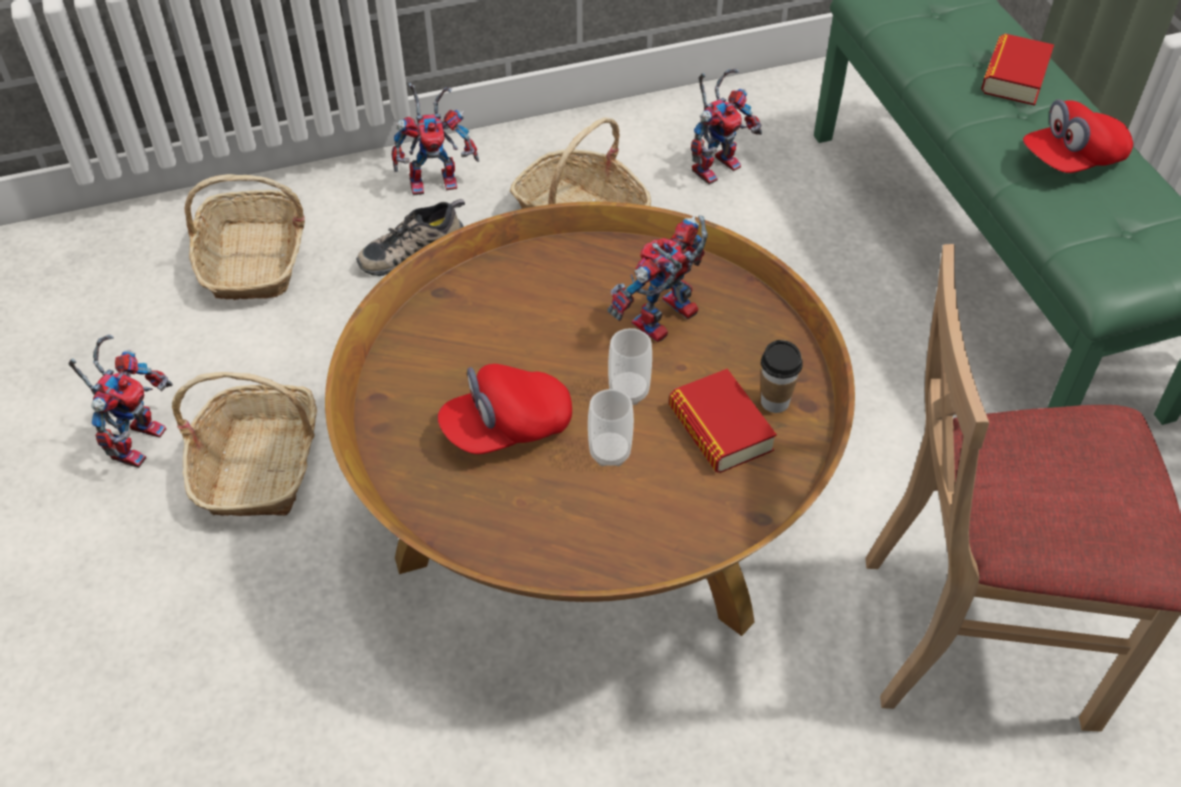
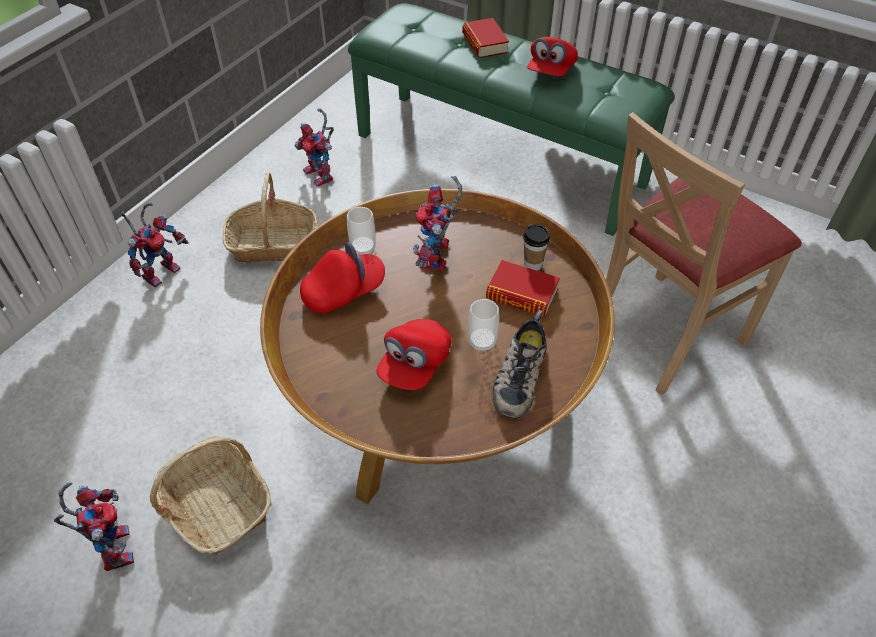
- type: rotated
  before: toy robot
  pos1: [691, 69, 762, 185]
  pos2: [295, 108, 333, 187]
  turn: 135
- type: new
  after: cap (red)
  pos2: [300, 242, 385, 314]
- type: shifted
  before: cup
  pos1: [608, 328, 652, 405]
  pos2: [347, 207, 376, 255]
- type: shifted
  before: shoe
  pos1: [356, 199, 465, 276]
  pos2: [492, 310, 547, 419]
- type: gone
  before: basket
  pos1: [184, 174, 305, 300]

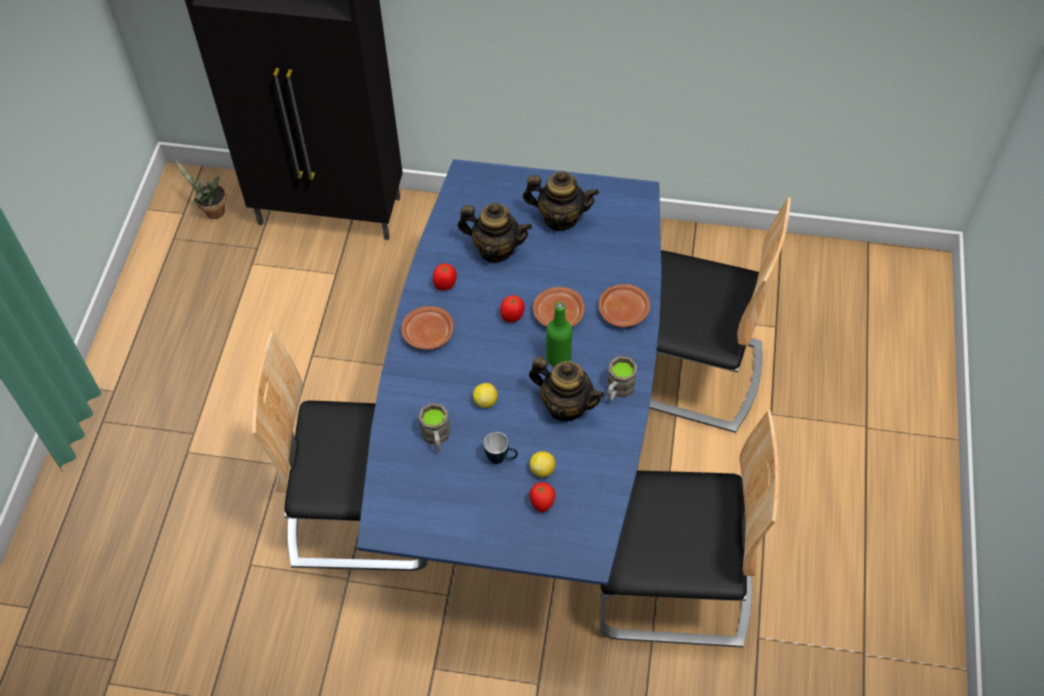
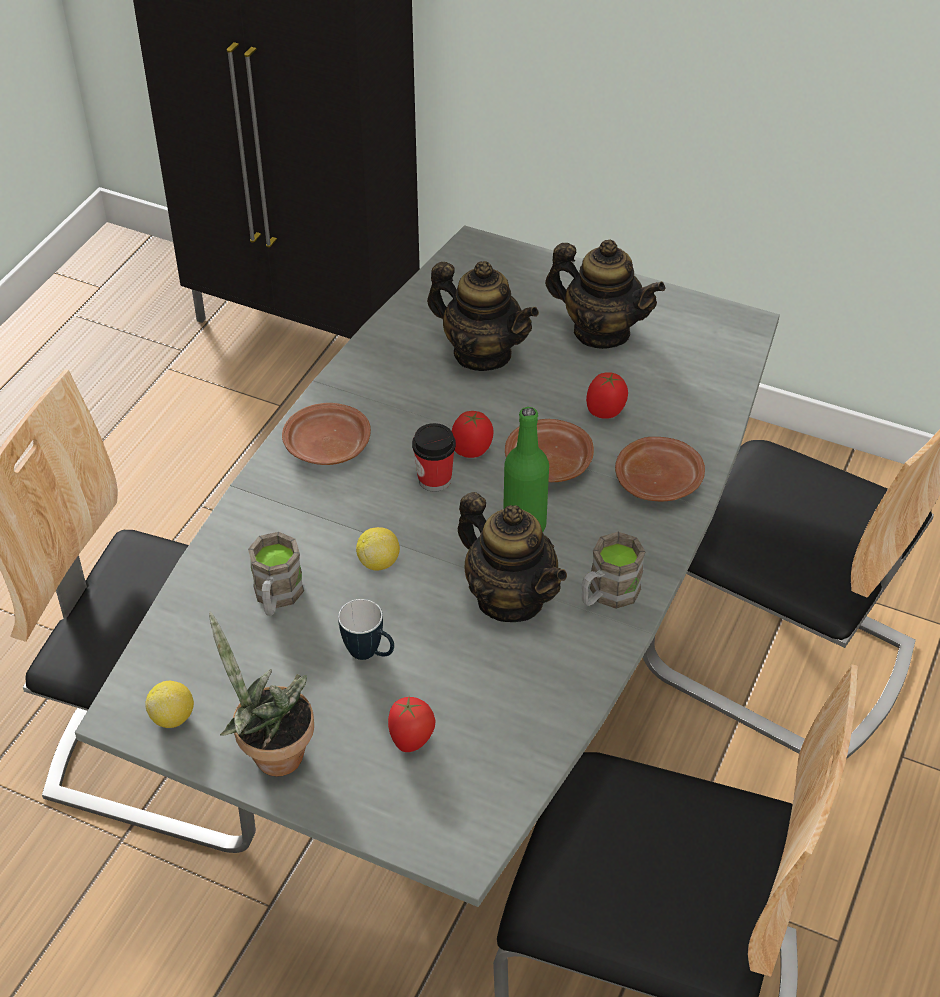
- type: repainted
  before: dining table (blue)
  after: dining table (grey)
  pos1: [357, 159, 662, 586]
  pos2: [75, 225, 780, 907]
- type: shifted
  before: lemon
  pos1: [529, 451, 555, 477]
  pos2: [145, 681, 194, 728]
- type: shifted
  before: potted plant
  pos1: [175, 160, 227, 219]
  pos2: [209, 612, 314, 777]
- type: new
  after: cup
  pos2: [412, 423, 456, 492]
- type: shifted
  before: tomato
  pos1: [433, 264, 457, 290]
  pos2: [586, 372, 628, 419]

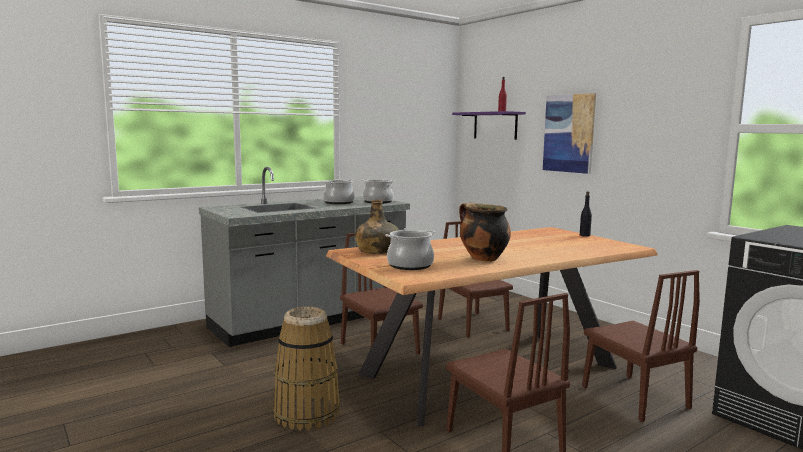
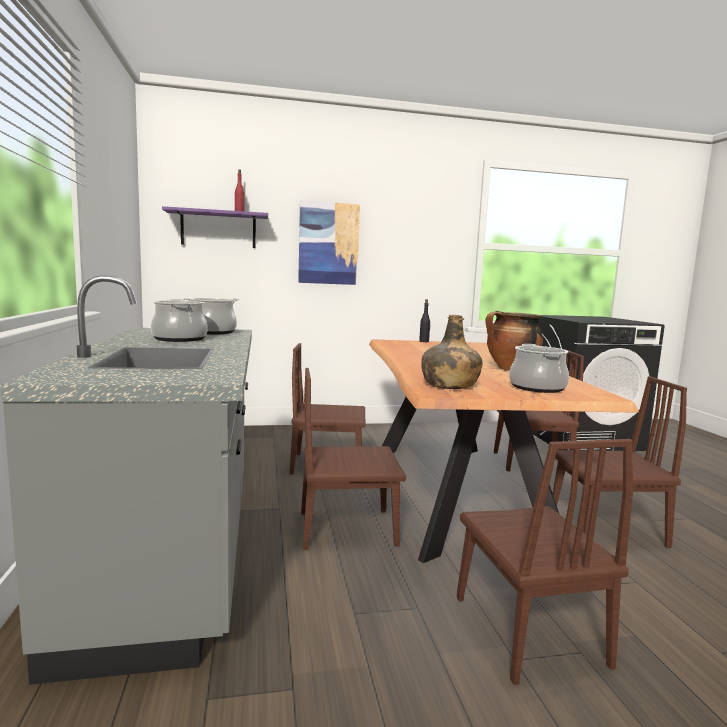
- type: swapped
  before: basket
  after: chair (brown)
  pos1: [273, 307, 340, 431]
  pos2: [457, 439, 633, 685]

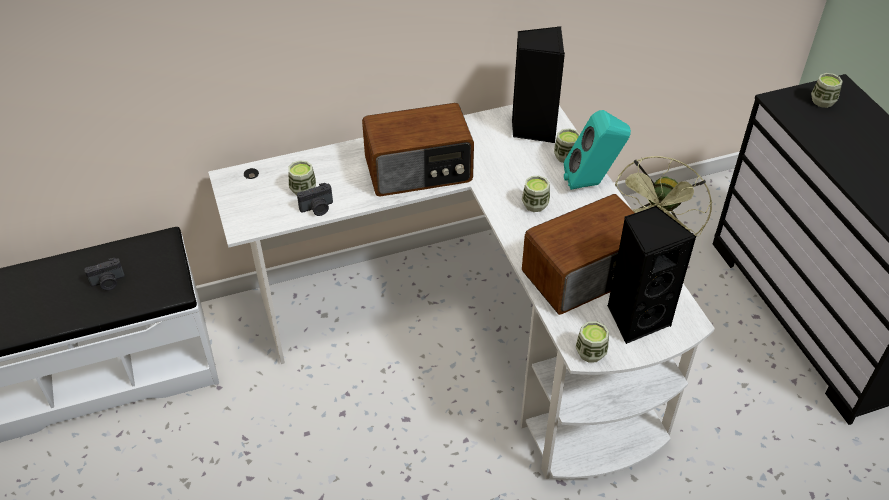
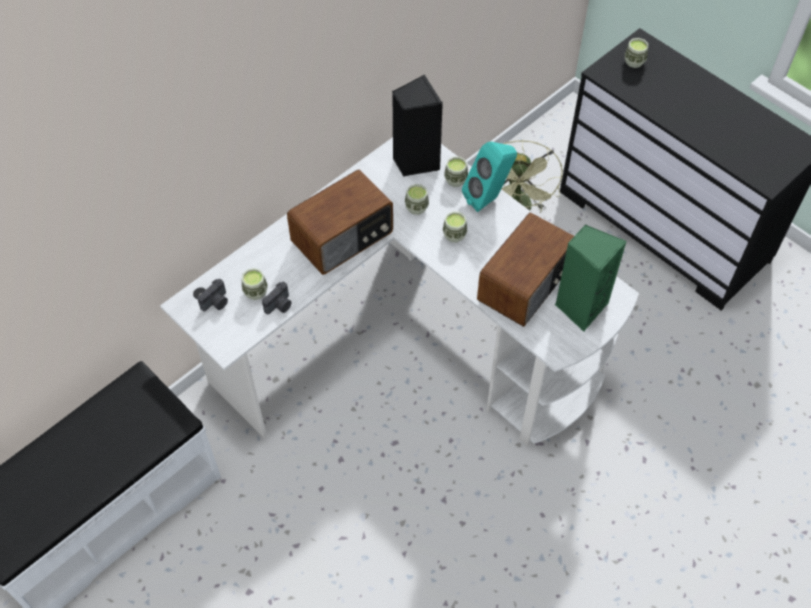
- type: shifted
  before: photo camera
  pos1: [84, 258, 125, 290]
  pos2: [197, 279, 228, 311]
- type: shifted
  before: cup
  pos1: [575, 321, 609, 363]
  pos2: [405, 184, 429, 215]
- type: repainted
  before: speaker (black)
  after: speaker (green)
  pos1: [607, 206, 696, 344]
  pos2: [555, 225, 627, 332]

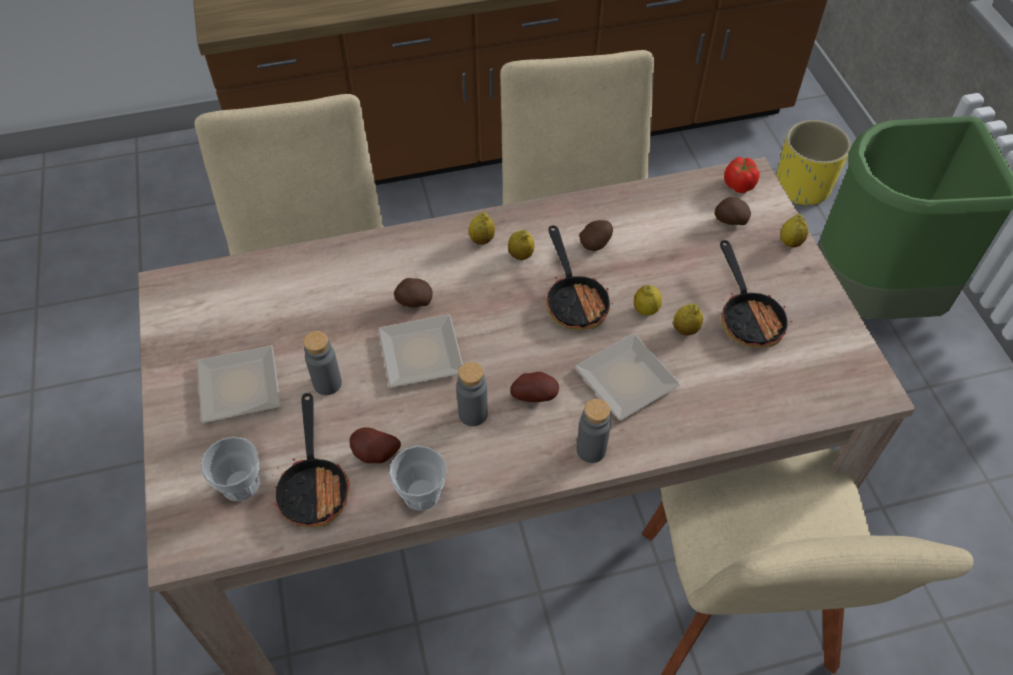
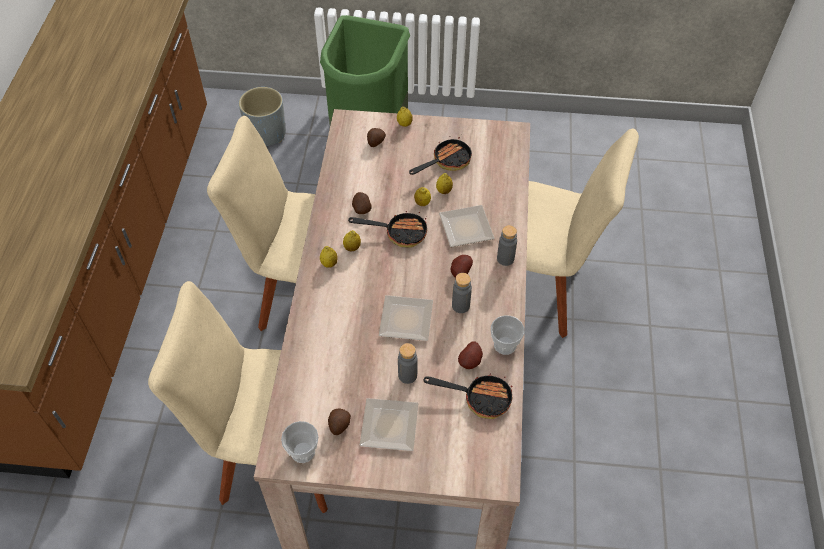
- type: repainted
  before: planter (yellow)
  after: planter (grey)
  pos1: [776, 120, 851, 206]
  pos2: [239, 87, 286, 146]
- type: shifted
  before: cup
  pos1: [201, 437, 259, 501]
  pos2: [281, 421, 318, 463]
- type: shifted
  before: potato
  pos1: [394, 278, 433, 308]
  pos2: [328, 409, 351, 435]
- type: rotated
  before: frying pan
  pos1: [720, 240, 792, 347]
  pos2: [409, 136, 472, 175]
  turn: -45
- type: gone
  before: tomato
  pos1: [724, 157, 760, 193]

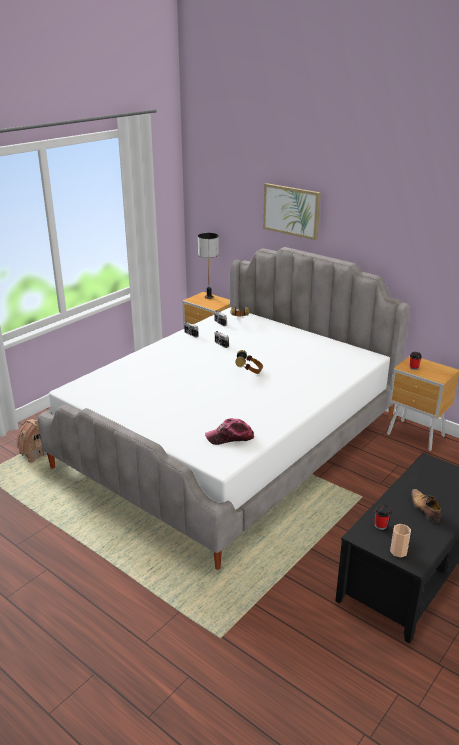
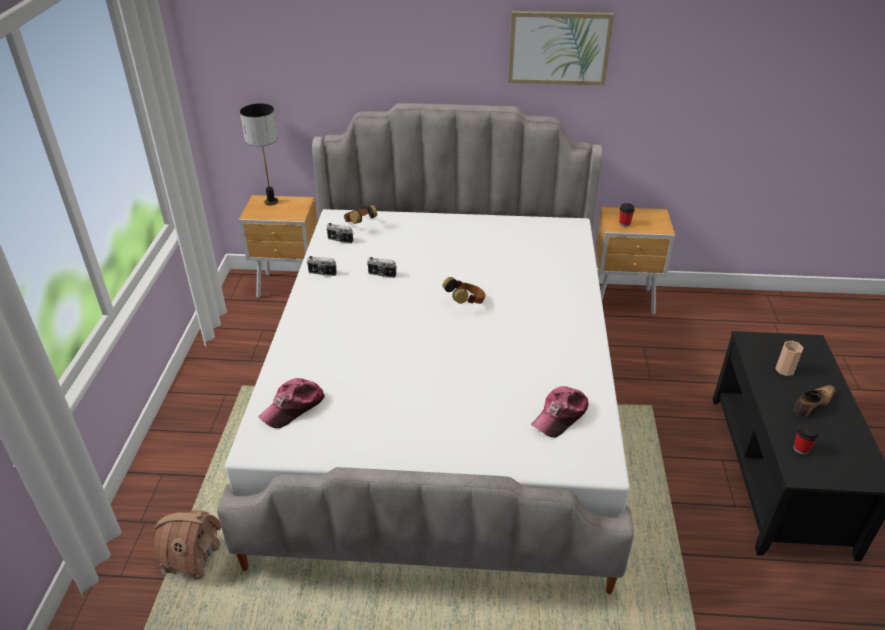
- type: new
  after: cap
  pos2: [258, 378, 325, 428]
- type: shifted
  before: picture
  pos1: [263, 183, 321, 240]
  pos2: [508, 11, 614, 85]
- type: shifted
  before: cup
  pos1: [390, 524, 411, 558]
  pos2: [775, 341, 803, 376]
- type: rotated
  before: shoe
  pos1: [411, 489, 442, 523]
  pos2: [793, 385, 836, 418]
  turn: 105

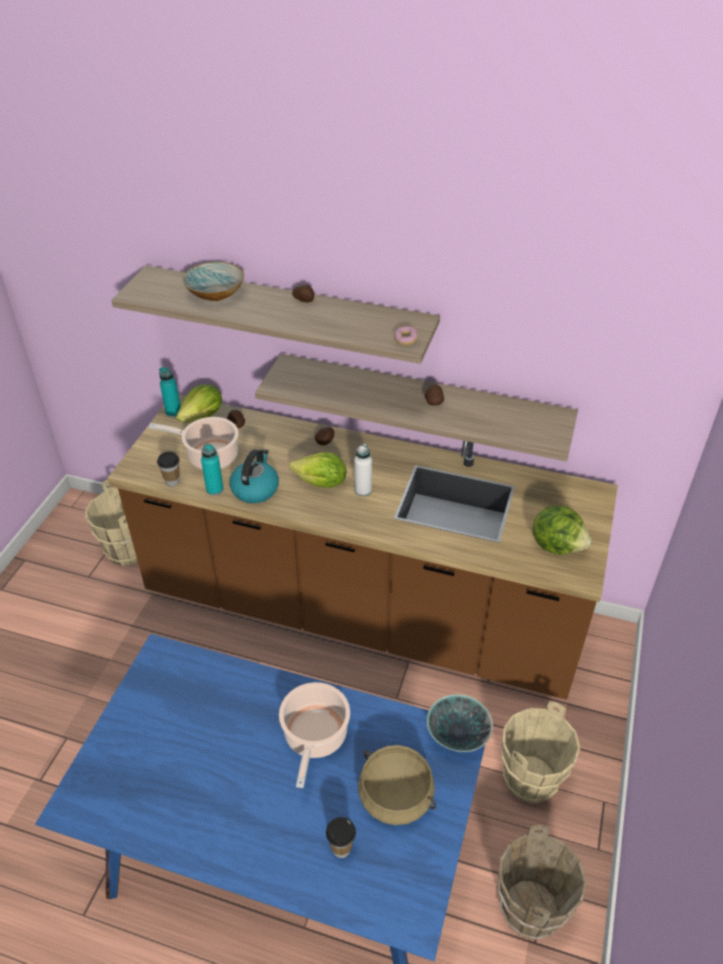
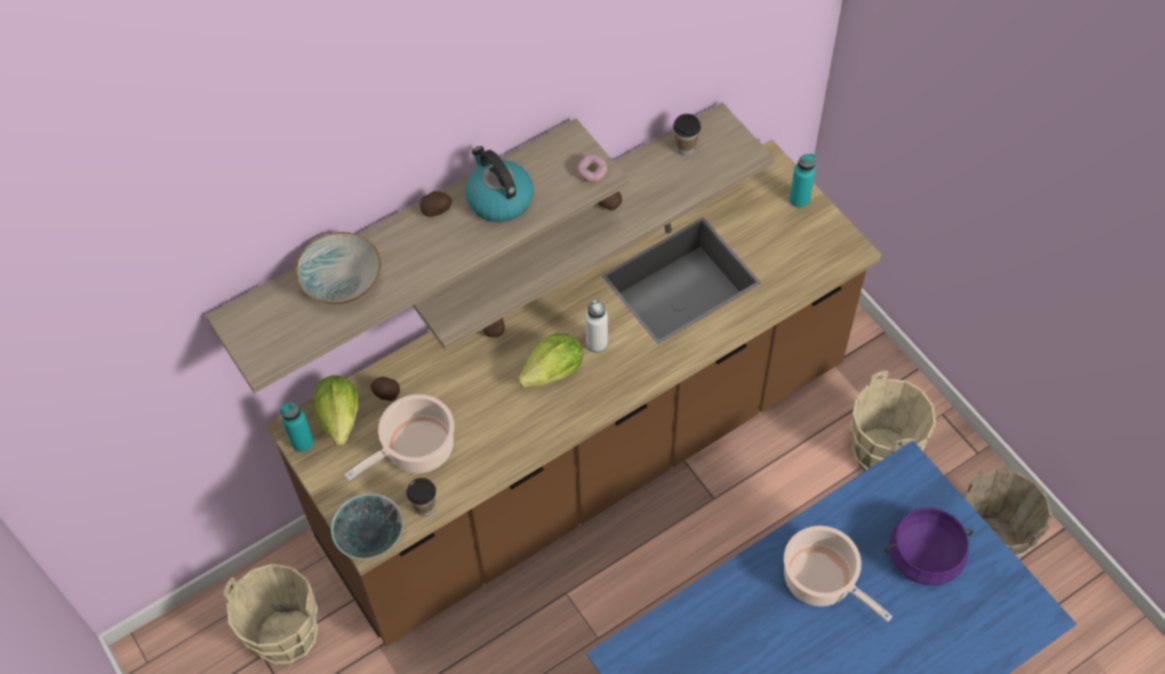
- type: shifted
  before: bowl
  pos1: [427, 694, 493, 752]
  pos2: [331, 494, 404, 560]
- type: shifted
  before: kettle
  pos1: [229, 449, 279, 503]
  pos2: [465, 146, 534, 222]
- type: shifted
  before: cup
  pos1: [326, 817, 356, 858]
  pos2: [673, 114, 701, 156]
- type: shifted
  before: bottle (turquoise)
  pos1: [201, 443, 224, 495]
  pos2: [789, 154, 816, 208]
- type: repainted
  before: cooking pot (beige)
  after: cooking pot (purple)
  pos1: [358, 745, 436, 825]
  pos2: [884, 507, 974, 586]
- type: gone
  before: lettuce
  pos1: [533, 506, 591, 555]

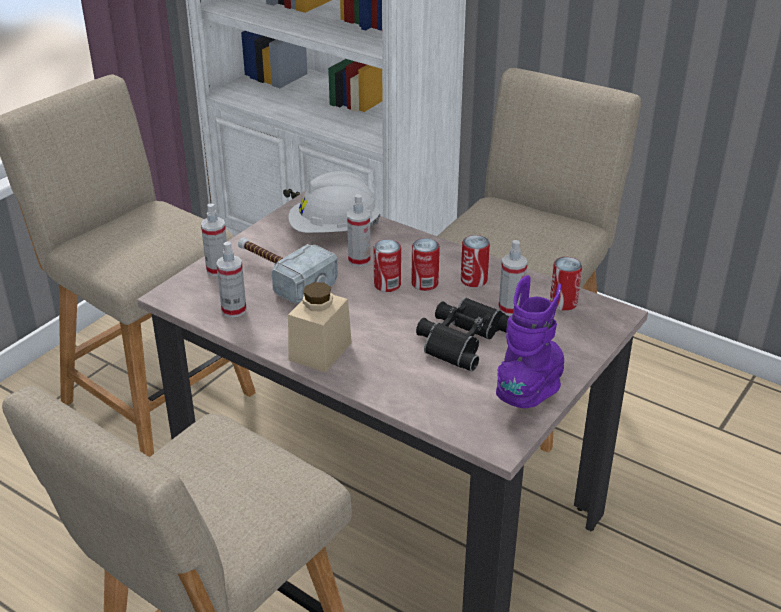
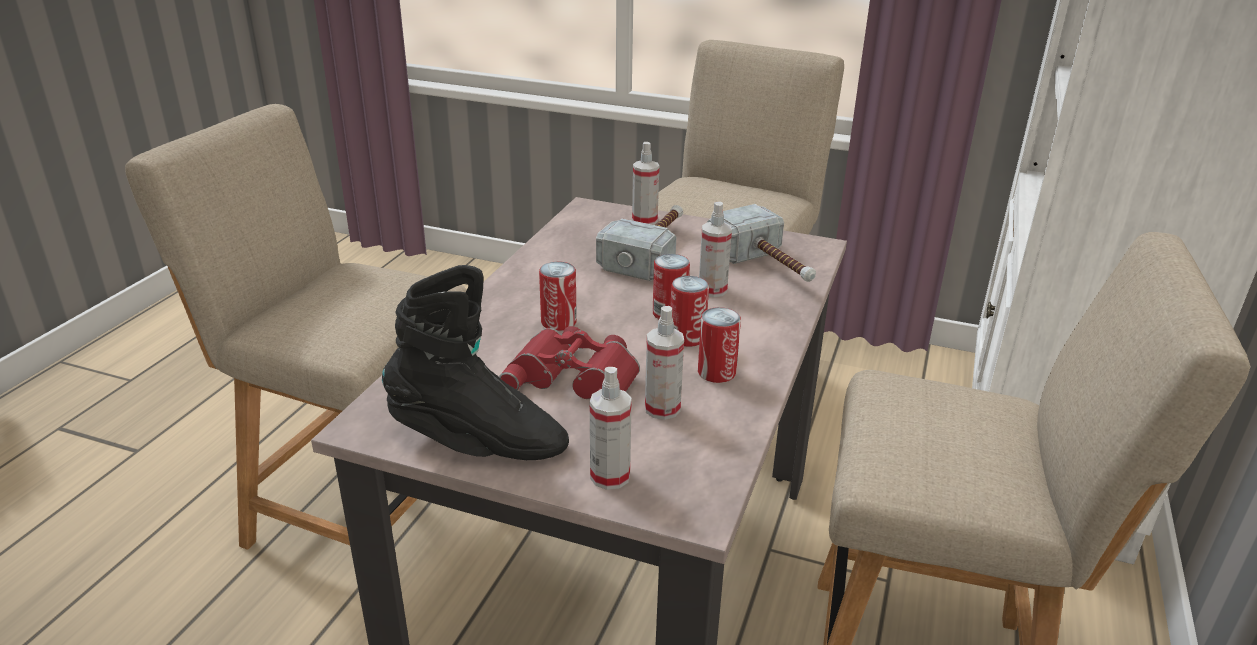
- type: repainted
  before: boot (purple)
  after: boot (black)
  pos1: [496, 275, 564, 408]
  pos2: [382, 265, 569, 460]
- type: repainted
  before: binoculars (black)
  after: binoculars (red)
  pos1: [416, 297, 509, 371]
  pos2: [499, 326, 640, 399]
- type: shifted
  before: can
  pos1: [550, 257, 582, 311]
  pos2: [539, 262, 577, 331]
- type: shifted
  before: spray bottle
  pos1: [216, 241, 247, 318]
  pos2: [590, 367, 632, 490]
- type: swapped
  before: hard hat (white)
  after: hammer
  pos1: [288, 171, 381, 233]
  pos2: [707, 204, 816, 282]
- type: gone
  before: jar (beige)
  pos1: [288, 282, 352, 373]

